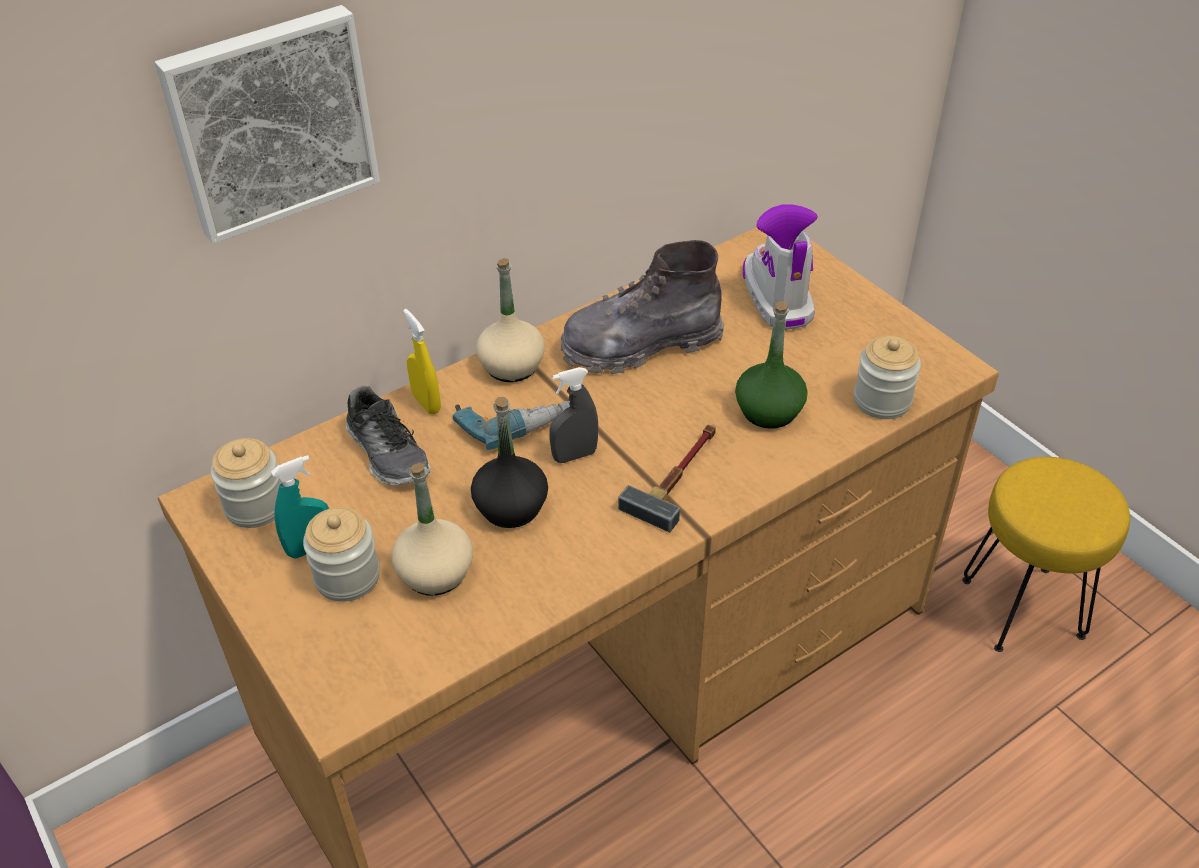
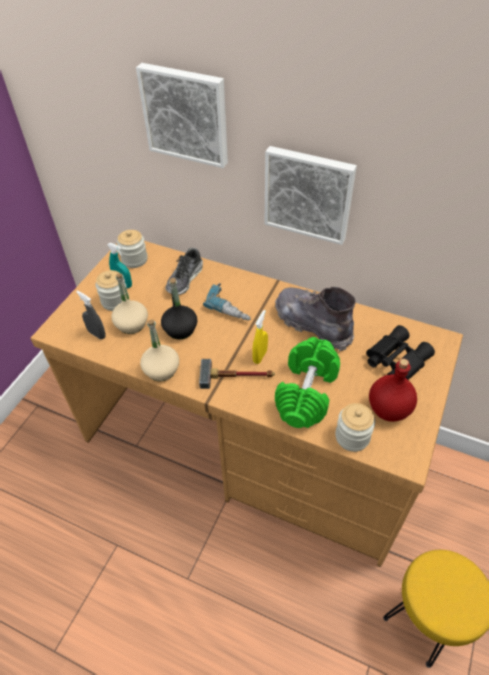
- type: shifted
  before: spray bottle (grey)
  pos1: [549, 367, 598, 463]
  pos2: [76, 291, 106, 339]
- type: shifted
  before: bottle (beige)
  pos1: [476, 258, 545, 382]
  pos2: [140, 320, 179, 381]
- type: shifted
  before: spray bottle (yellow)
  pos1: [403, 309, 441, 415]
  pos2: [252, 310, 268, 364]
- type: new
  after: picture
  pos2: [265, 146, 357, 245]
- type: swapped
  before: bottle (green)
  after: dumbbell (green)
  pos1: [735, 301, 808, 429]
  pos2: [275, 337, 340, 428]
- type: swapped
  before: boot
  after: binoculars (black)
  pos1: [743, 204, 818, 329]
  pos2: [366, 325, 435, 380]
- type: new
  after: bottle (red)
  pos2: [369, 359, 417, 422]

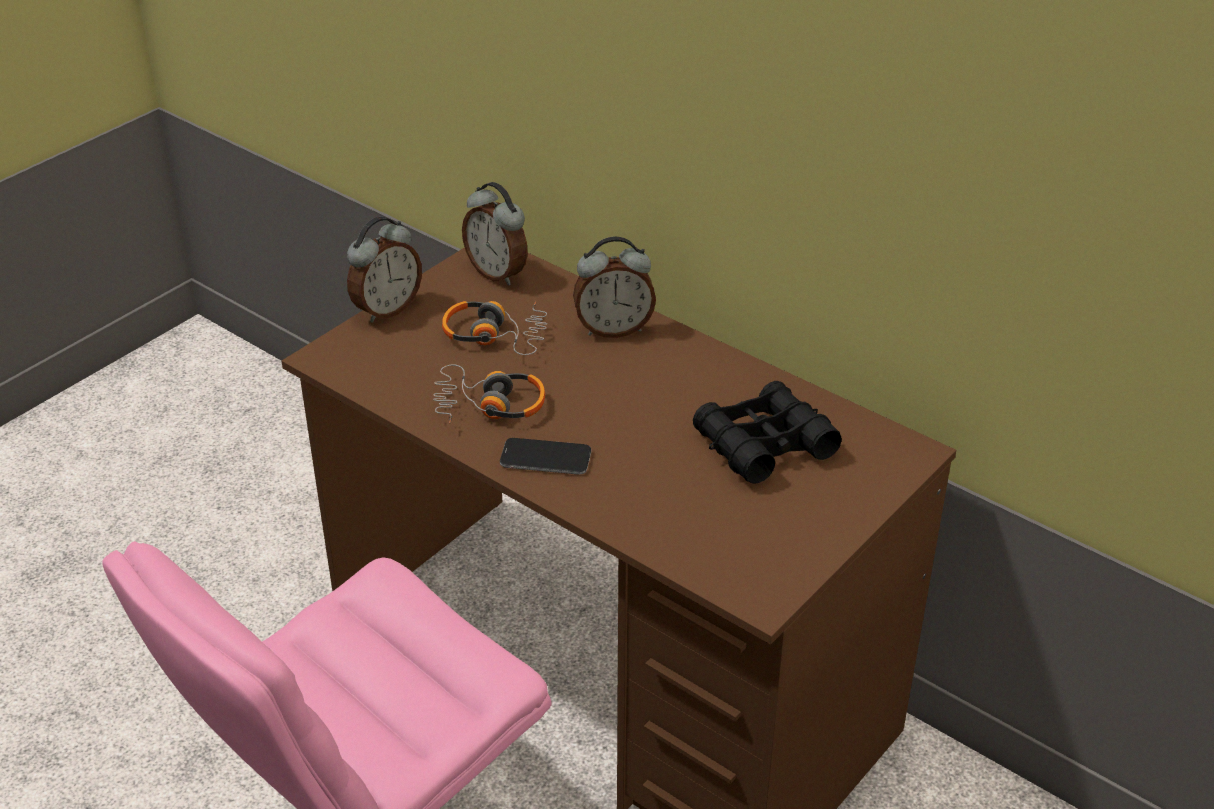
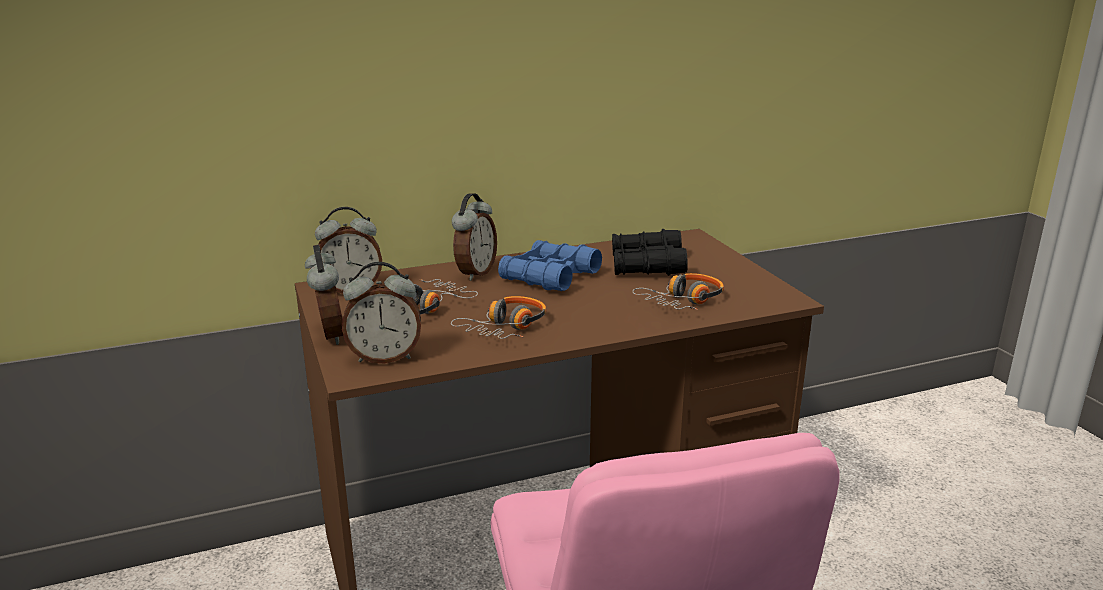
- type: new
  after: alarm clock
  pos2: [342, 262, 421, 364]
- type: new
  after: binoculars (blue)
  pos2: [498, 240, 602, 291]
- type: new
  after: headphones
  pos2: [632, 273, 724, 310]
- type: gone
  before: phone
  pos1: [500, 438, 591, 474]

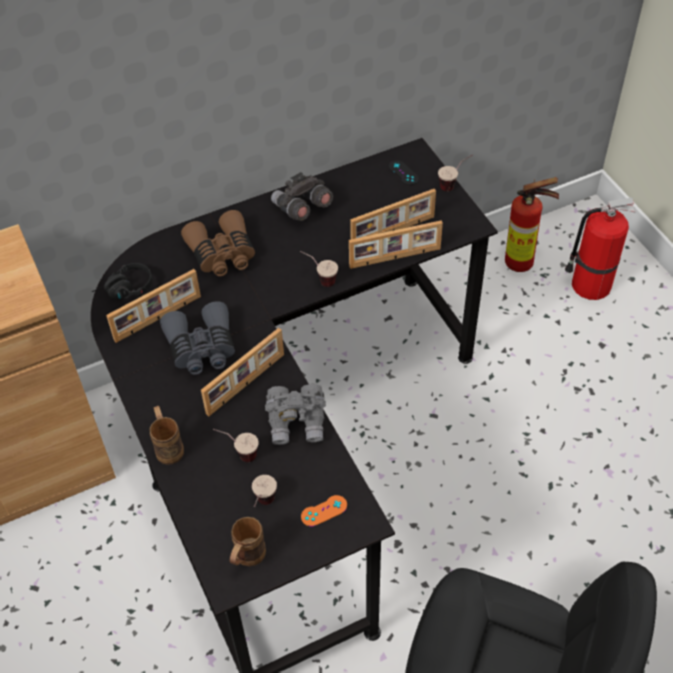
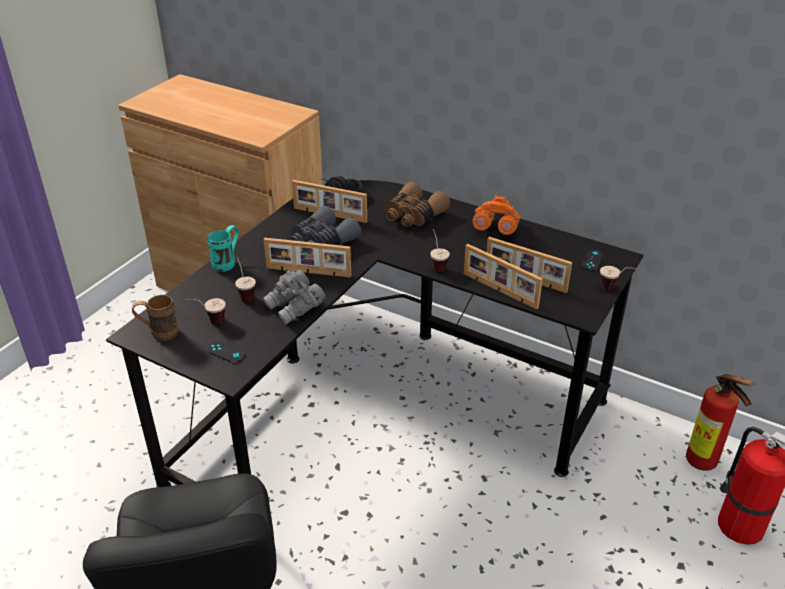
- type: repainted
  before: mug (brown)
  after: mug (turquoise)
  pos1: [149, 406, 184, 465]
  pos2: [207, 225, 239, 272]
- type: repainted
  before: game controller (orange)
  after: game controller (black)
  pos1: [301, 495, 347, 527]
  pos2: [207, 341, 245, 363]
- type: repainted
  before: binoculars (grey)
  after: binoculars (orange)
  pos1: [271, 172, 333, 221]
  pos2: [472, 196, 520, 235]

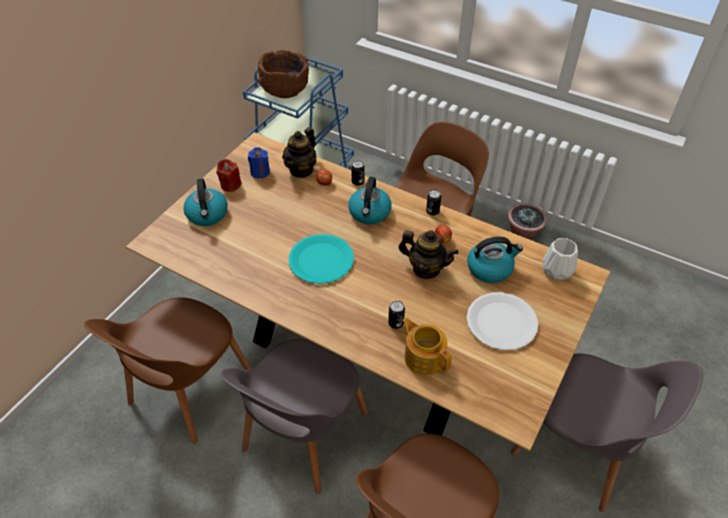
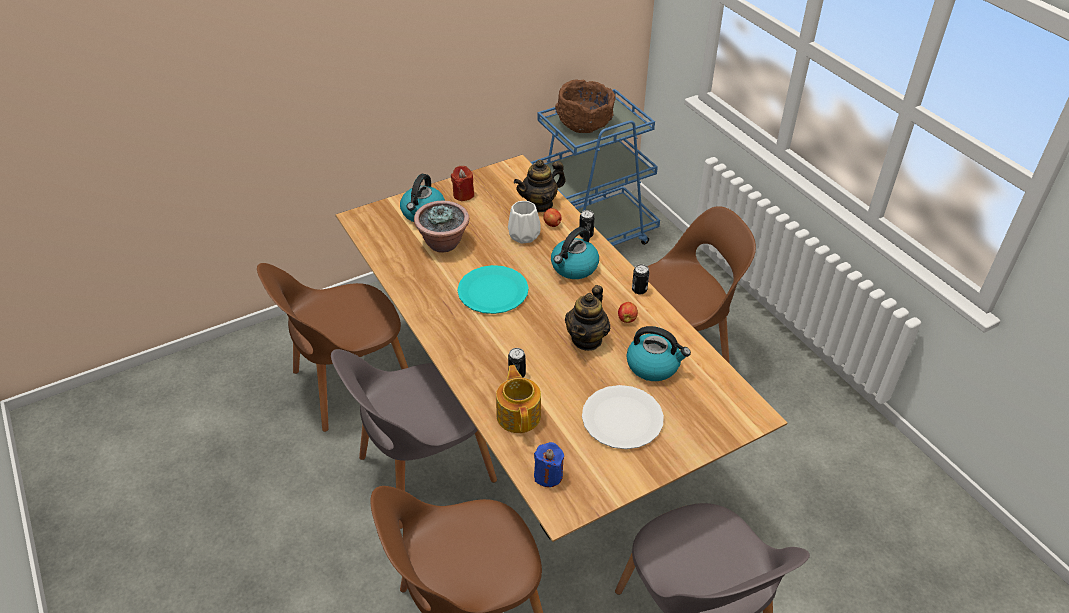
- type: shifted
  before: potted plant
  pos1: [508, 203, 547, 239]
  pos2: [414, 201, 469, 253]
- type: shifted
  before: vase (white)
  pos1: [543, 238, 578, 280]
  pos2: [508, 201, 540, 244]
- type: shifted
  before: candle (blue)
  pos1: [248, 147, 270, 178]
  pos2: [534, 442, 564, 487]
- type: rotated
  before: teapot
  pos1: [398, 230, 459, 279]
  pos2: [565, 285, 610, 351]
  turn: 60

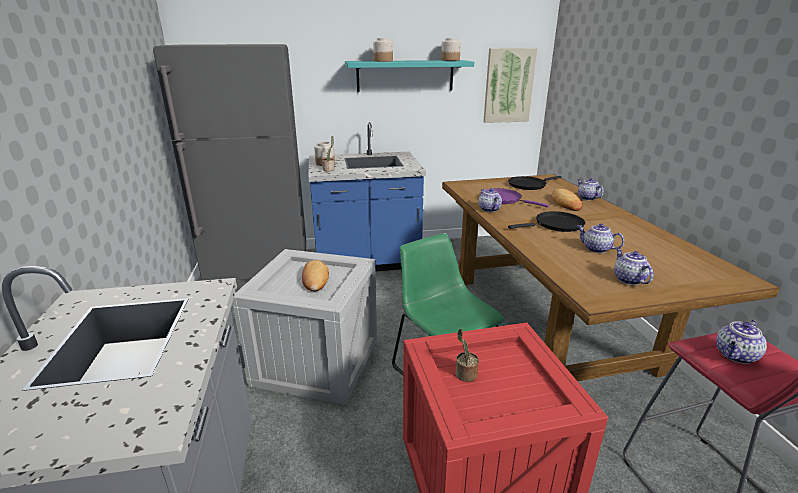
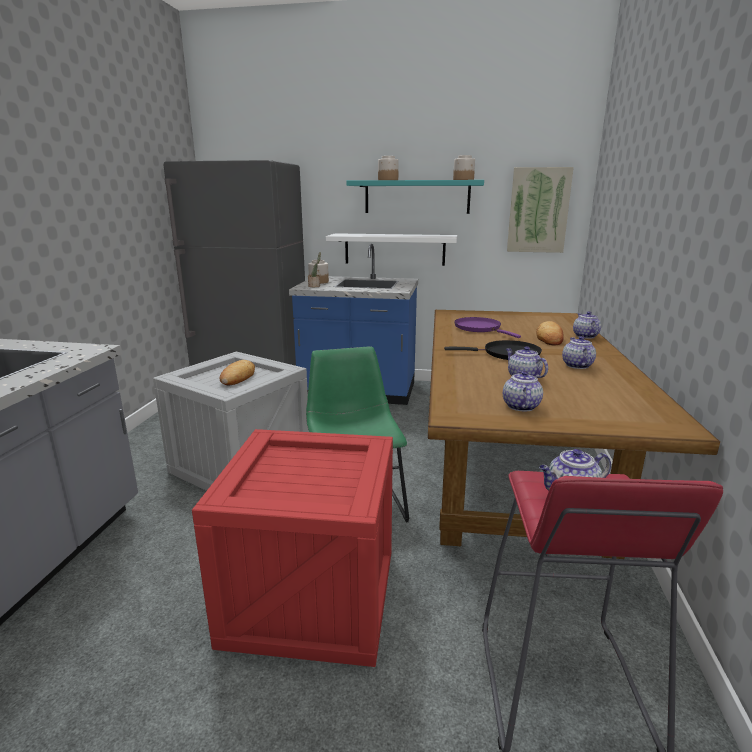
- type: new
  after: shelf (white)
  pos2: [326, 233, 458, 266]
- type: shifted
  before: teapot
  pos1: [479, 188, 502, 212]
  pos2: [562, 336, 596, 369]
- type: gone
  before: potted plant
  pos1: [456, 328, 479, 382]
- type: gone
  before: frying pan (black)
  pos1: [508, 176, 562, 190]

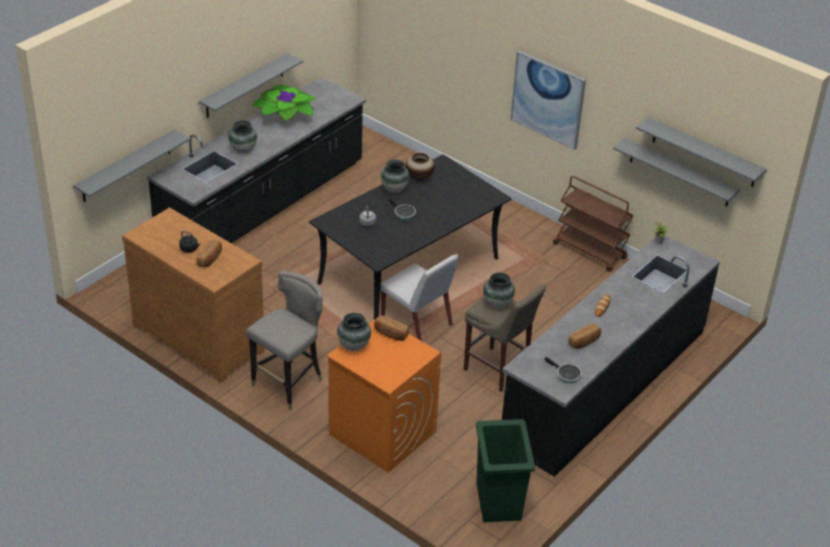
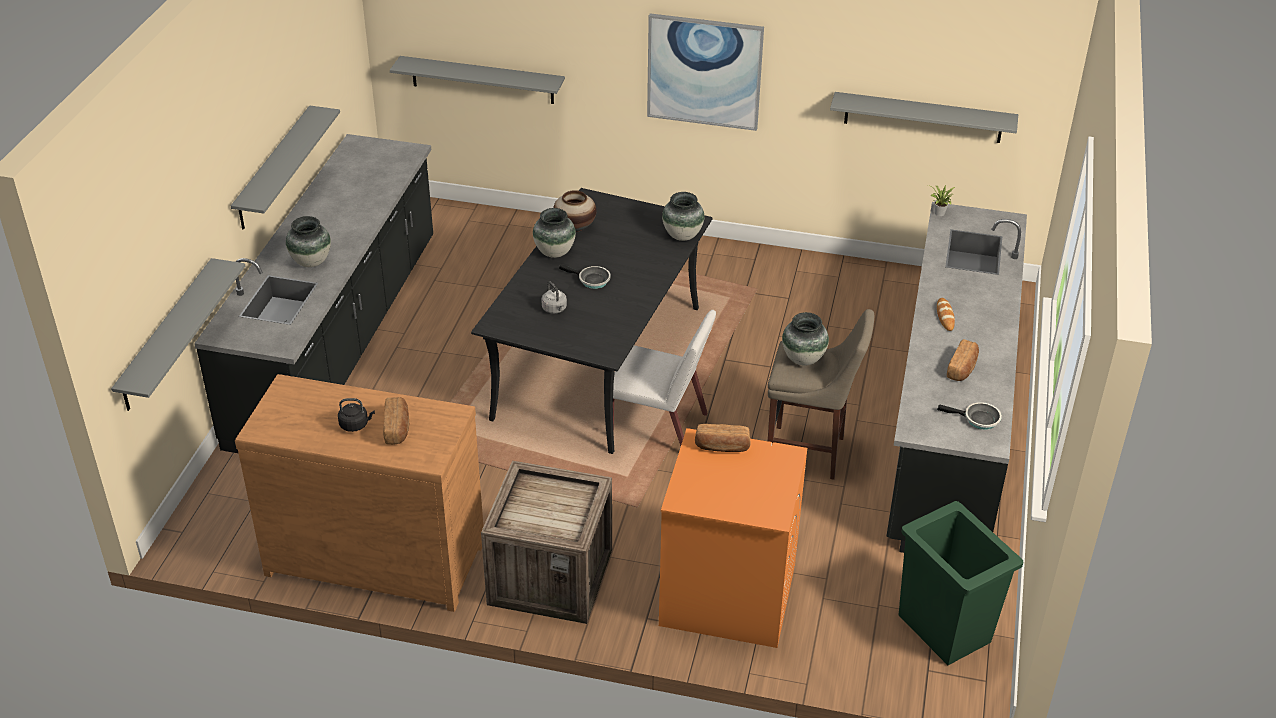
- type: shifted
  before: shelf (grey)
  pos1: [636, 117, 767, 187]
  pos2: [390, 56, 565, 104]
- type: swapped
  before: stool (grey)
  after: crate
  pos1: [246, 271, 322, 410]
  pos2: [481, 461, 612, 624]
- type: shifted
  before: vase
  pos1: [337, 313, 371, 351]
  pos2: [662, 192, 704, 241]
- type: gone
  before: potted plant
  pos1: [252, 85, 316, 121]
- type: gone
  before: cart (brown)
  pos1: [553, 176, 634, 272]

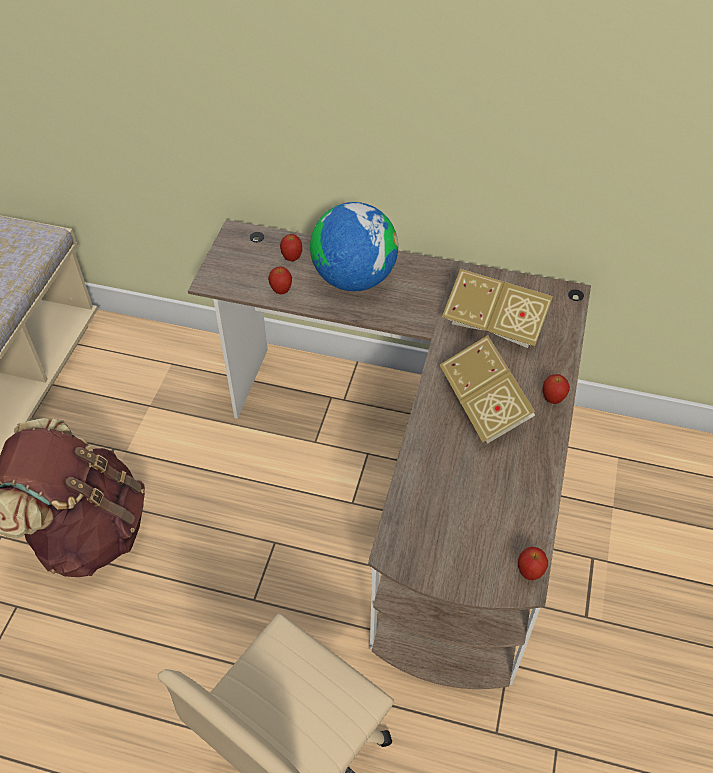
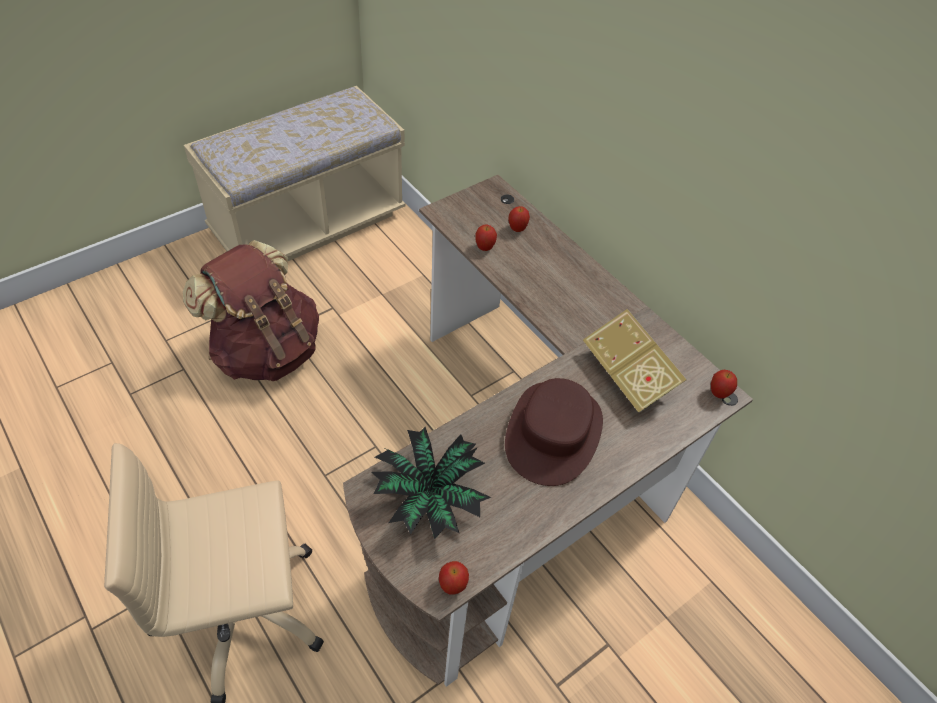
- type: new
  after: potted plant
  pos2: [371, 427, 491, 539]
- type: swapped
  before: book
  after: hat (brown)
  pos1: [440, 335, 535, 444]
  pos2: [505, 378, 603, 486]
- type: shifted
  before: apple
  pos1: [542, 374, 570, 404]
  pos2: [711, 370, 737, 399]
- type: gone
  before: globe
  pos1: [310, 202, 398, 291]

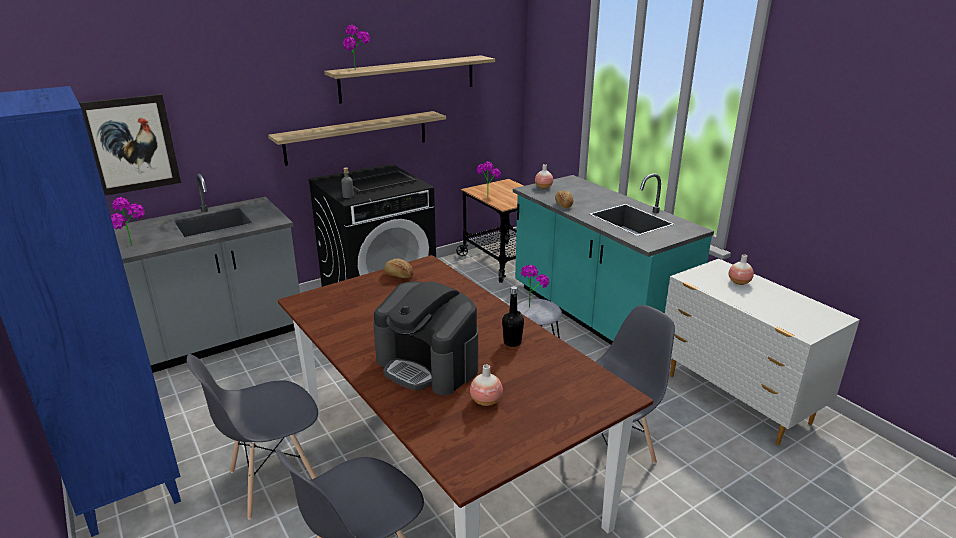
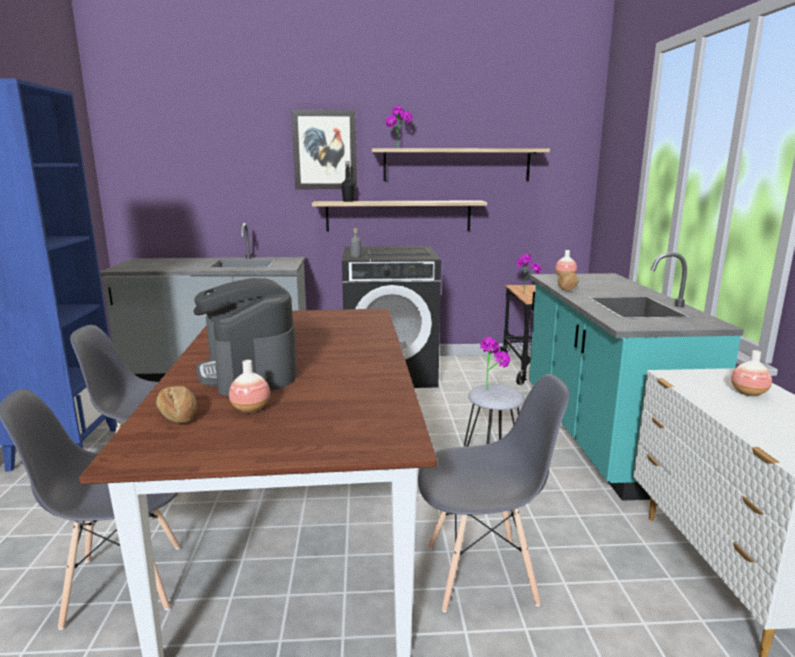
- type: shifted
  before: bread
  pos1: [384, 259, 414, 278]
  pos2: [156, 386, 197, 423]
- type: shifted
  before: picture
  pos1: [79, 94, 181, 196]
  pos2: [291, 110, 357, 189]
- type: shifted
  before: bottle (black)
  pos1: [502, 286, 524, 347]
  pos2: [341, 161, 355, 202]
- type: gone
  before: potted plant
  pos1: [111, 197, 145, 245]

